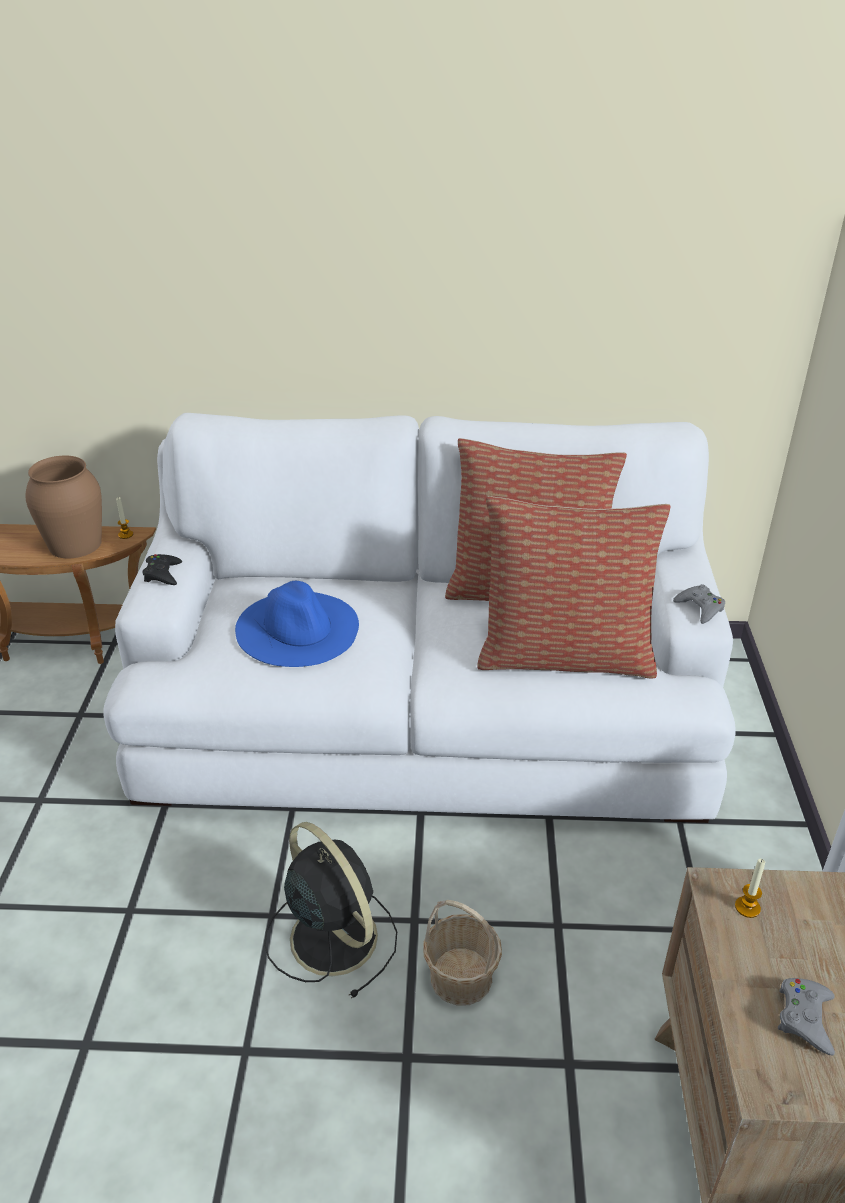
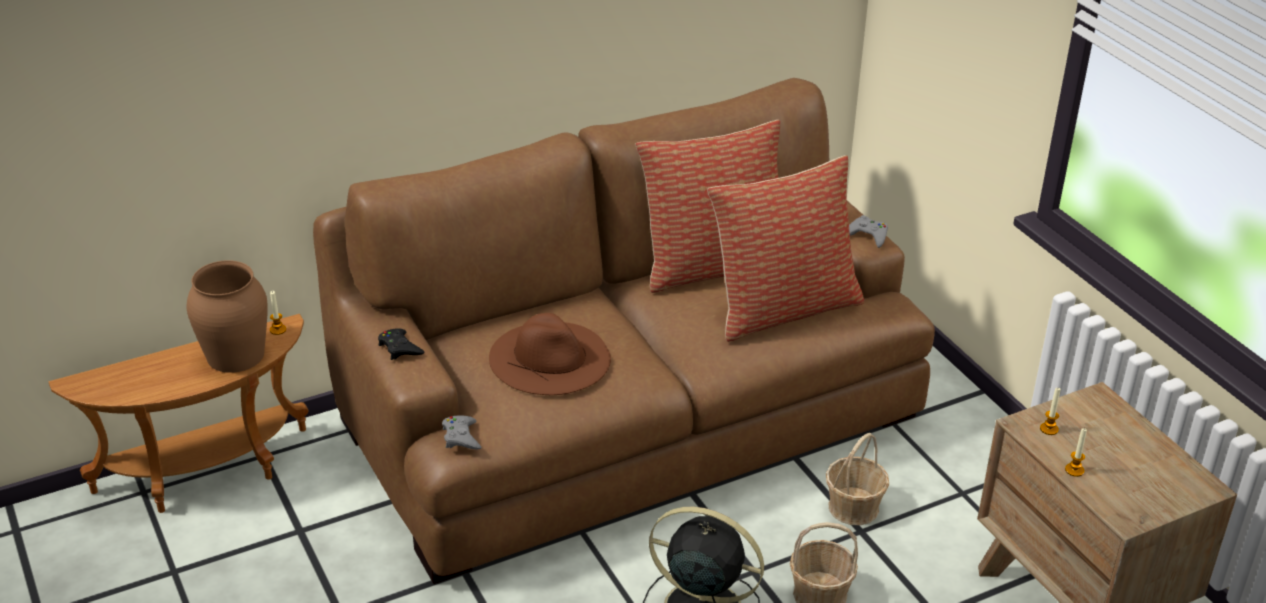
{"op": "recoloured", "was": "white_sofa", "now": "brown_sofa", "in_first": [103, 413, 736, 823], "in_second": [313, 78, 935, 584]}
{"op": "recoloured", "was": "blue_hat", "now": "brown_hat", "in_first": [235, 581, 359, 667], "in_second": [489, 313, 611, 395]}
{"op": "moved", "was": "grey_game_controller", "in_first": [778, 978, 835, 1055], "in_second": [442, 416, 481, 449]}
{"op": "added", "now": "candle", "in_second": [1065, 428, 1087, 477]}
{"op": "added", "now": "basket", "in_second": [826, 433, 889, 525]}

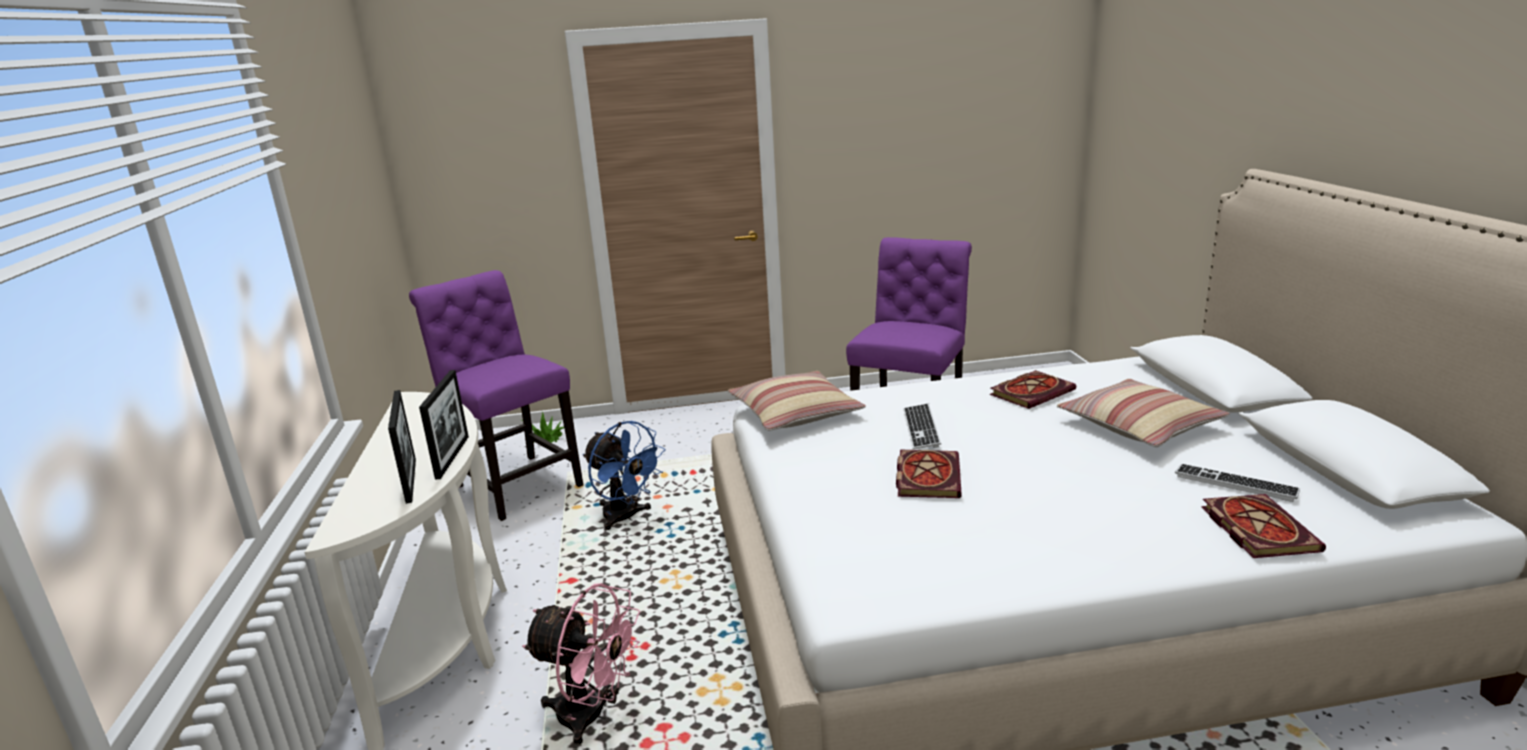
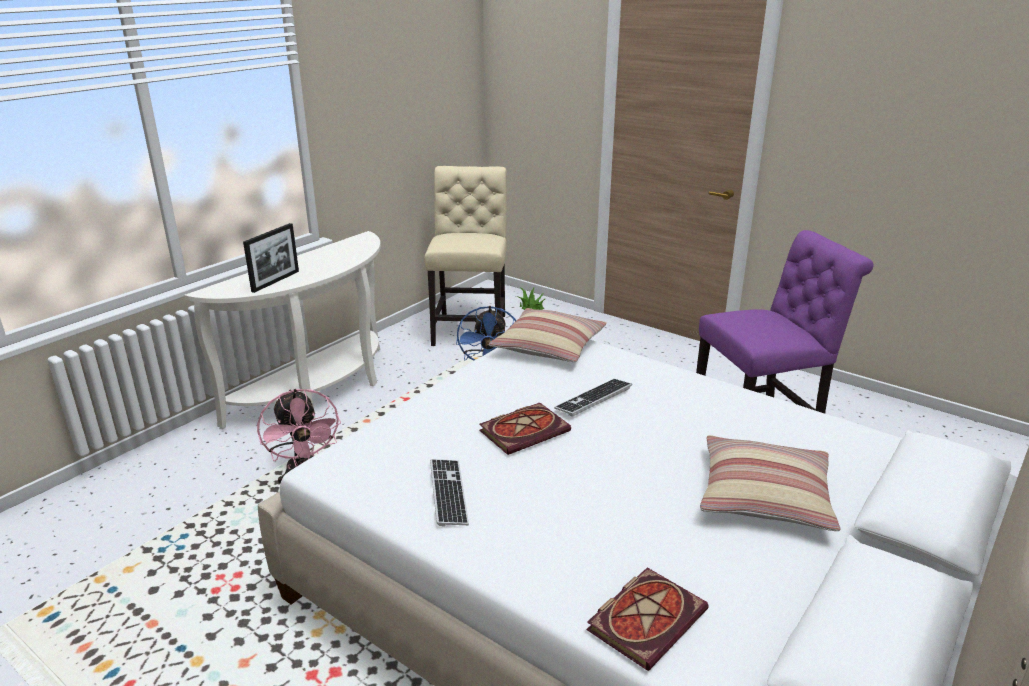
{"op": "recoloured", "was": "purple_chair", "now": "beige_chair", "in_first": [409, 270, 583, 521], "in_second": [425, 166, 507, 346]}
{"op": "removed", "was": "picture_frame", "in_first": [419, 370, 469, 479]}
{"op": "removed", "was": "book", "in_first": [990, 370, 1076, 409]}
{"op": "moved", "was": "keyboard", "in_first": [1175, 464, 1300, 502], "in_second": [430, 459, 469, 526]}

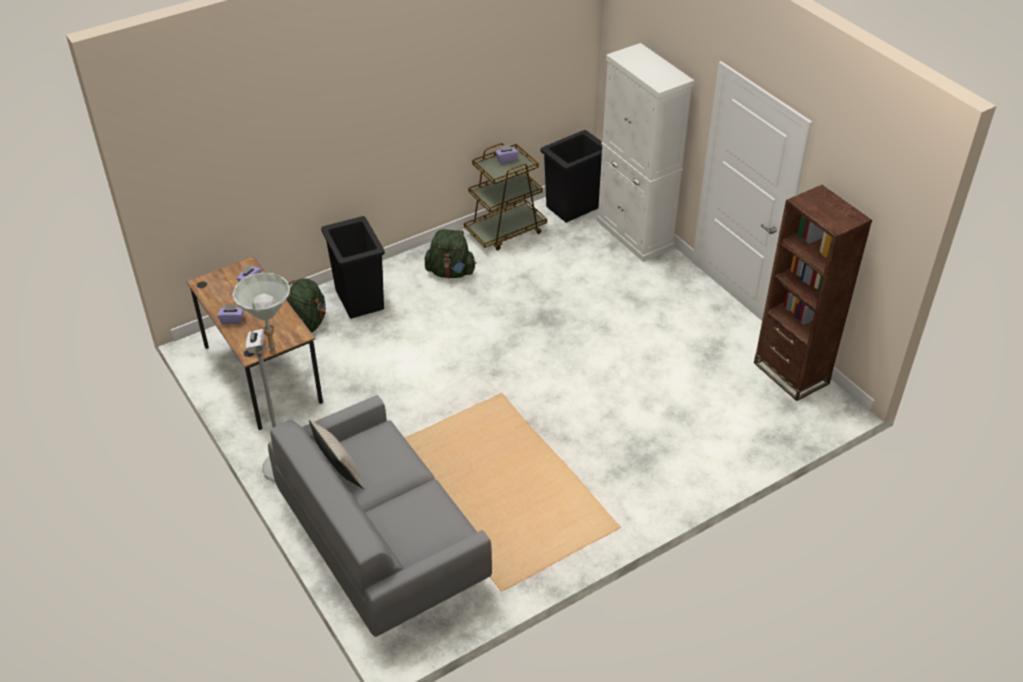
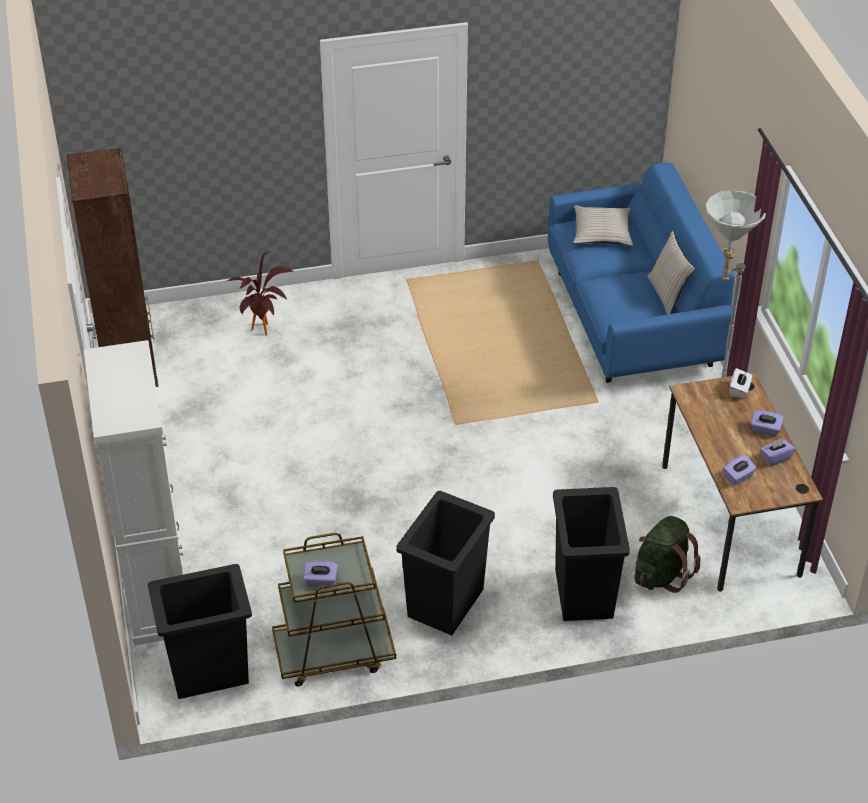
{"op": "replaced", "was": "green_backpack", "now": "black_trash_can", "in_first": [424, 229, 476, 278], "in_second": [396, 491, 495, 635]}
{"op": "recoloured", "was": "grey_sofa", "now": "blue_sofa", "in_first": [268, 395, 492, 637], "in_second": [548, 163, 735, 383]}
{"op": "added", "now": "beige_pillow", "in_second": [573, 205, 633, 246]}
{"op": "added", "now": "potted_plant", "in_second": [227, 252, 294, 336]}
{"op": "added", "now": "purple_tissue_box", "in_second": [760, 438, 795, 466]}

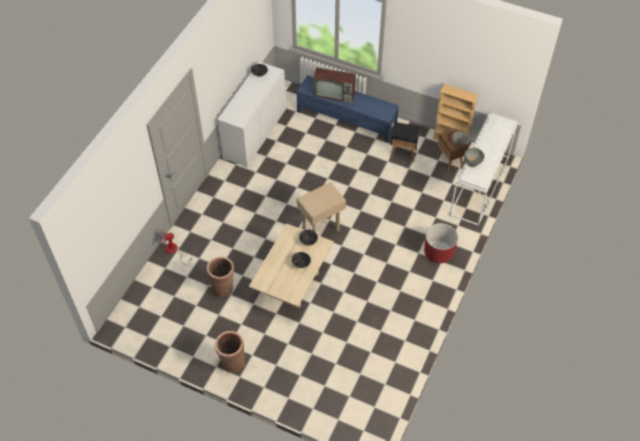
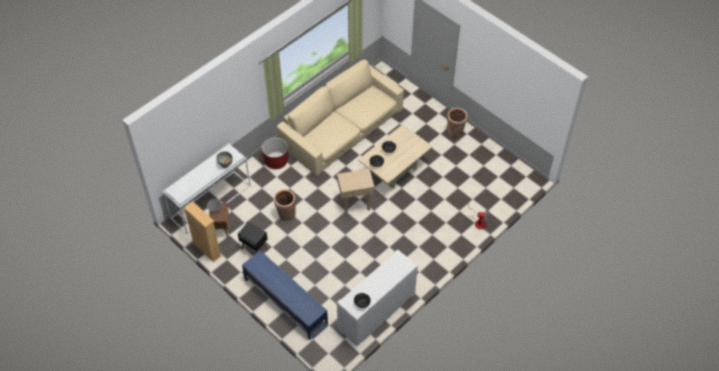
{"op": "removed", "was": "television", "in_first": [313, 67, 356, 103]}
{"op": "moved", "was": "basket", "in_first": [207, 257, 234, 298], "in_second": [274, 189, 296, 221]}
{"op": "added", "now": "beige_sofa", "in_second": [277, 60, 404, 176]}

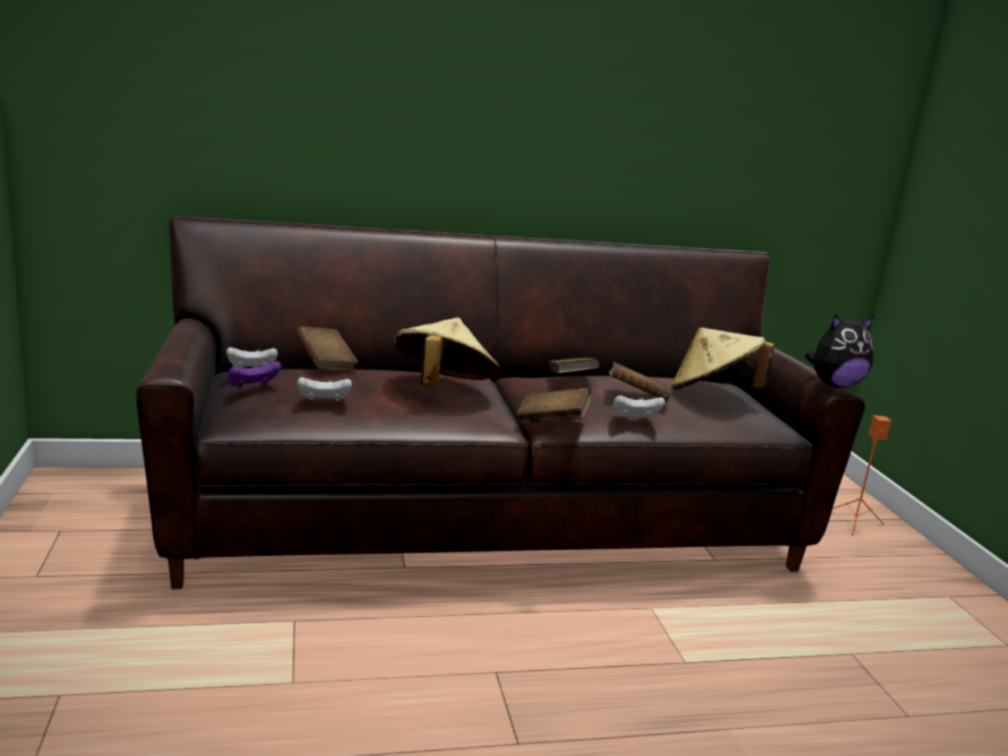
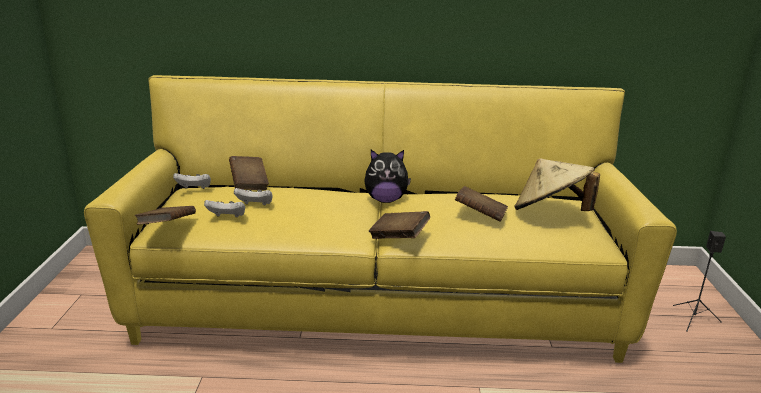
{"op": "recoloured", "was": "brown_sofa", "now": "yellow_sofa", "in_first": [136, 216, 865, 589], "in_second": [84, 75, 677, 363]}
{"op": "moved", "was": "plush_toy", "in_first": [805, 314, 874, 388], "in_second": [364, 150, 411, 203]}
{"op": "removed", "was": "beige_hat", "in_first": [393, 317, 500, 387]}
{"op": "moved", "was": "brown_book", "in_first": [548, 358, 600, 374], "in_second": [135, 206, 196, 225]}
{"op": "removed", "was": "purple_game_controller", "in_first": [228, 361, 281, 388]}
{"op": "moved", "was": "white_game_controller", "in_first": [613, 395, 665, 419], "in_second": [234, 188, 273, 206]}
{"op": "recoloured", "was": "orange_speaker", "now": "black_speaker", "in_first": [833, 415, 891, 536], "in_second": [673, 231, 726, 332]}

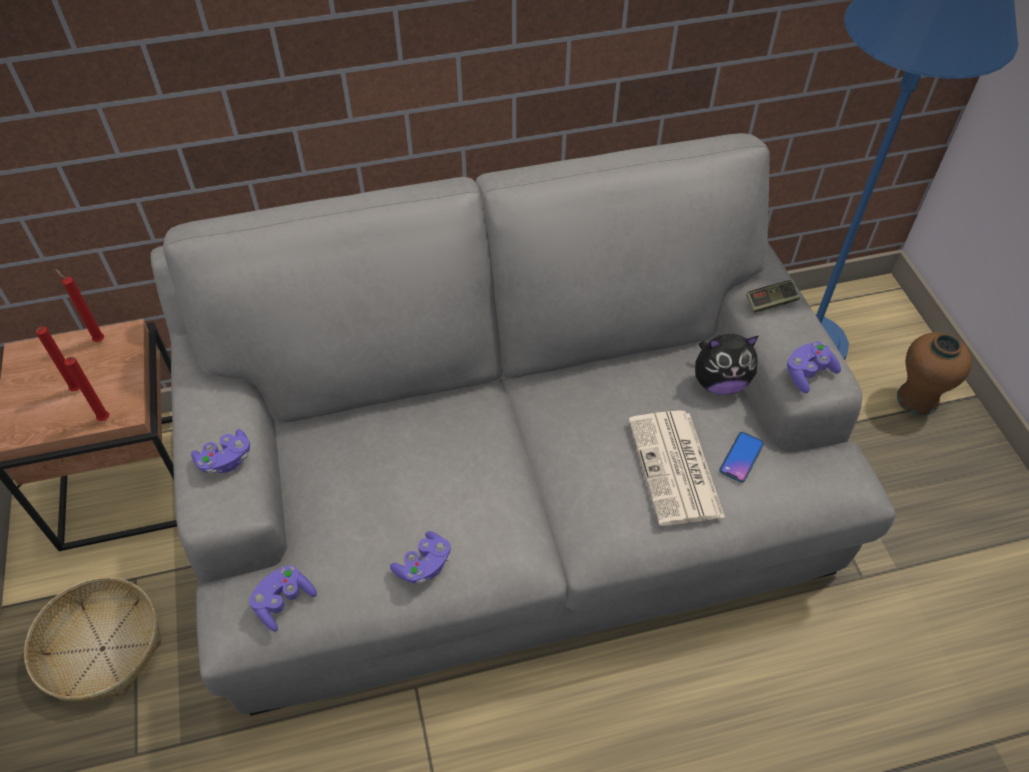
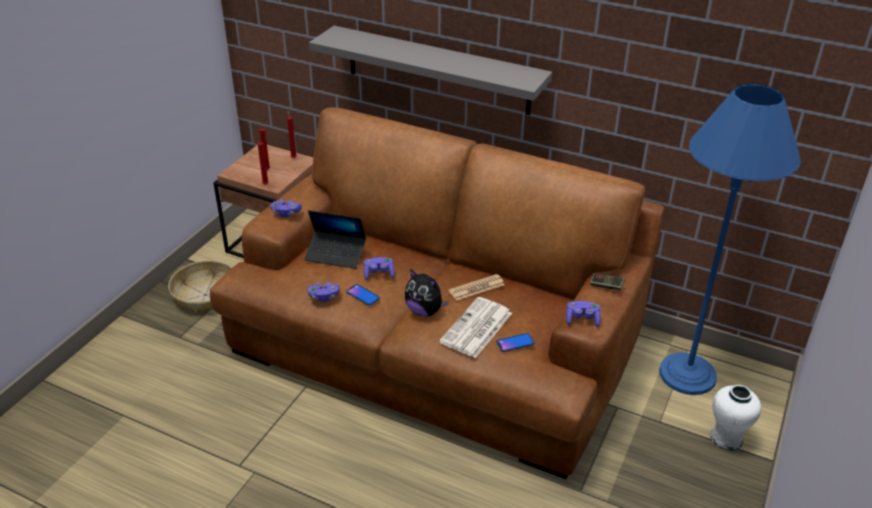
{"op": "recoloured", "was": "grey_sofa", "now": "brown_sofa", "in_first": [150, 133, 896, 716], "in_second": [210, 107, 664, 479]}
{"op": "recoloured", "was": "brown_vase", "now": "white_vase", "in_first": [897, 332, 972, 416], "in_second": [710, 385, 761, 451]}
{"op": "moved", "was": "plush_toy", "in_first": [695, 334, 758, 395], "in_second": [405, 269, 449, 317]}
{"op": "moved", "was": "purple_game_controller", "in_first": [249, 565, 317, 632], "in_second": [364, 257, 395, 280]}
{"op": "added", "now": "grey_shelf", "in_second": [309, 26, 552, 115]}
{"op": "added", "now": "laptop", "in_second": [304, 210, 366, 269]}
{"op": "added", "now": "newspaper", "in_second": [449, 274, 505, 301]}
{"op": "added", "now": "phone", "in_second": [346, 284, 380, 306]}

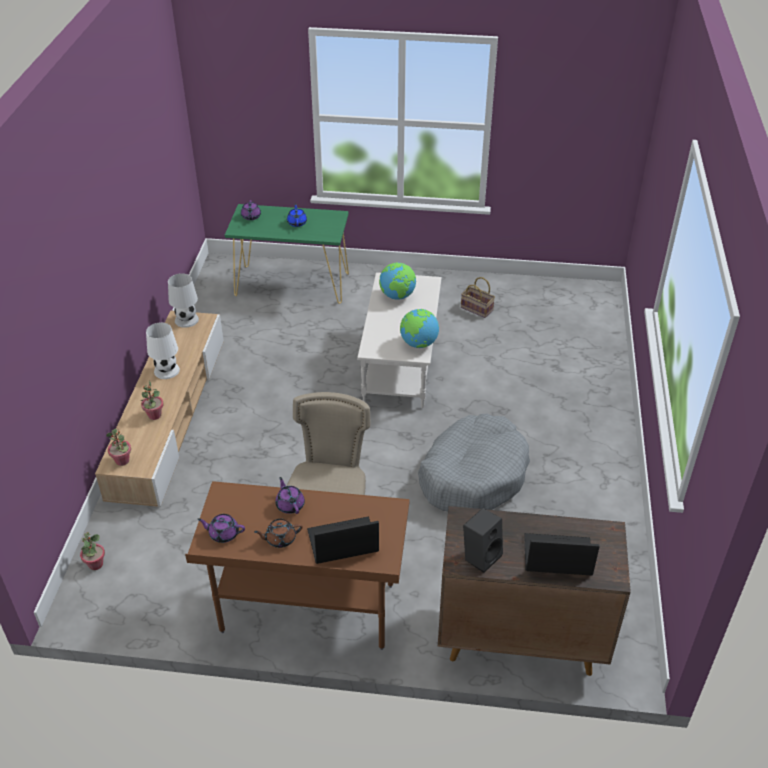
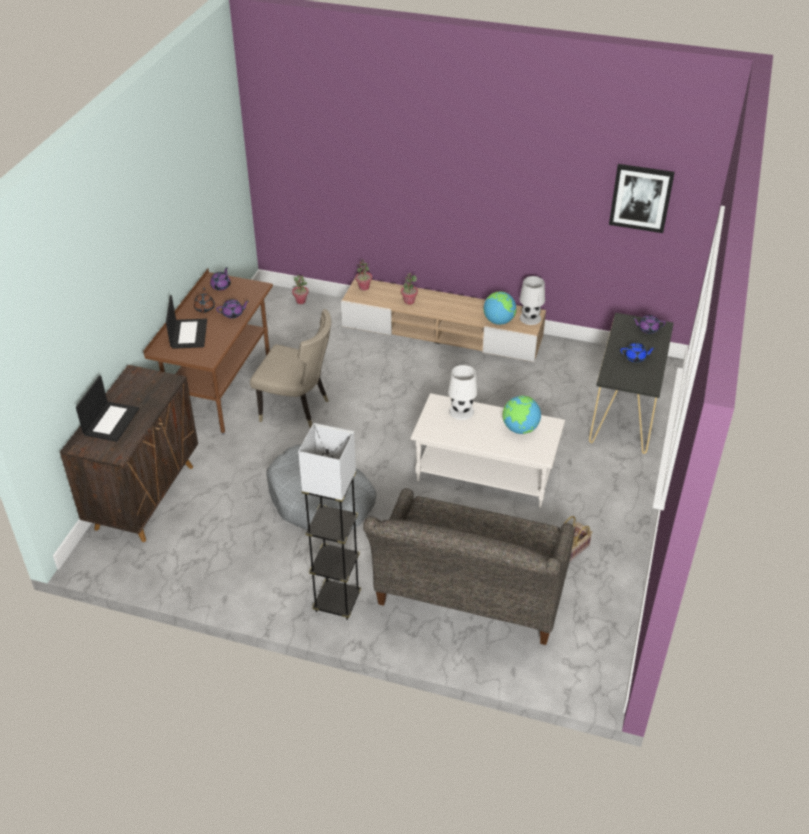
{"op": "recoloured", "was": "green_console_table", "now": "black_console_table", "in_first": [225, 204, 349, 304], "in_second": [589, 313, 674, 454]}
{"op": "moved", "was": "globe", "in_first": [400, 309, 439, 348], "in_second": [483, 292, 517, 325]}
{"op": "moved", "was": "white_table_lamp", "in_first": [146, 322, 180, 379], "in_second": [448, 365, 478, 420]}
{"op": "removed", "was": "black_speaker", "in_first": [463, 508, 503, 573]}
{"op": "added", "now": "picture", "in_second": [609, 164, 675, 233]}
{"op": "added", "now": "grey_floor_lamp", "in_second": [298, 423, 361, 620]}
{"op": "added", "now": "grey_sofa", "in_second": [363, 488, 574, 645]}

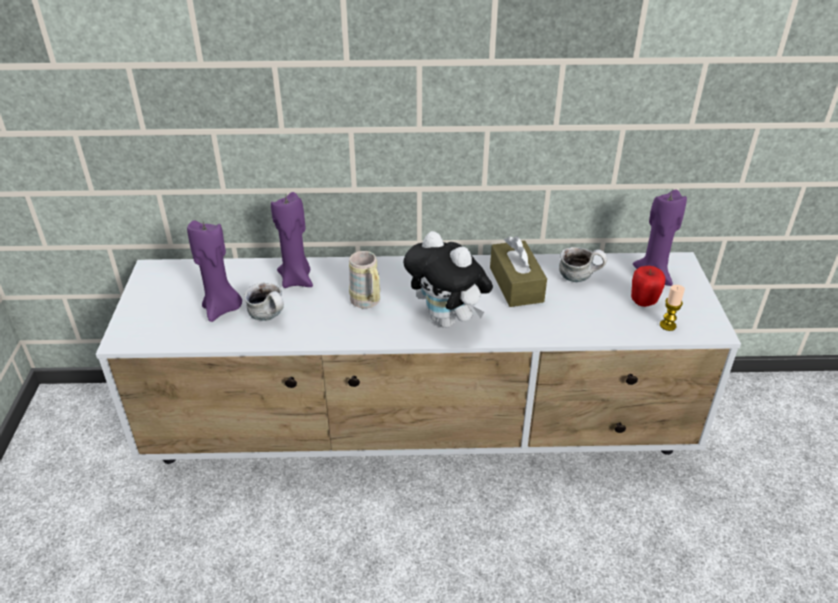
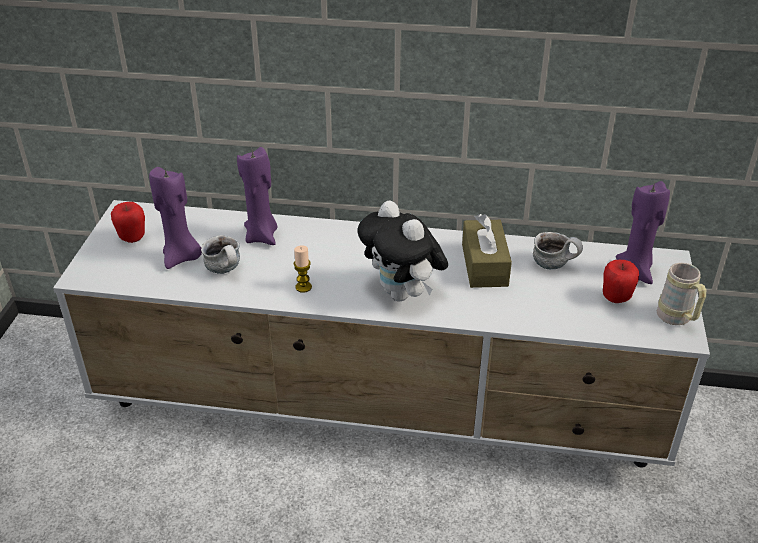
{"op": "moved", "was": "beige_mug", "in_first": [349, 251, 380, 308], "in_second": [657, 263, 706, 325]}
{"op": "moved", "was": "candle", "in_first": [660, 285, 685, 331], "in_second": [294, 245, 312, 293]}
{"op": "added", "now": "apple", "in_second": [111, 202, 145, 243]}

